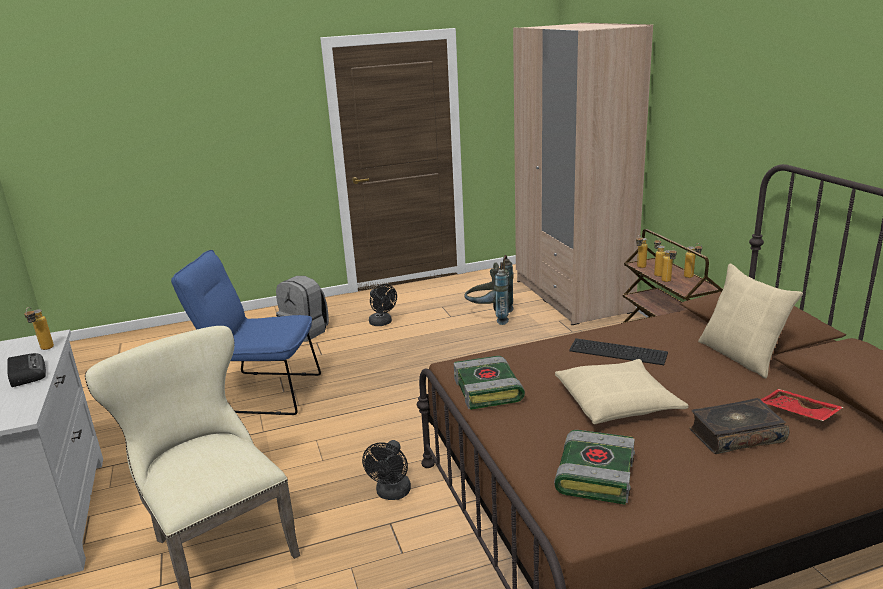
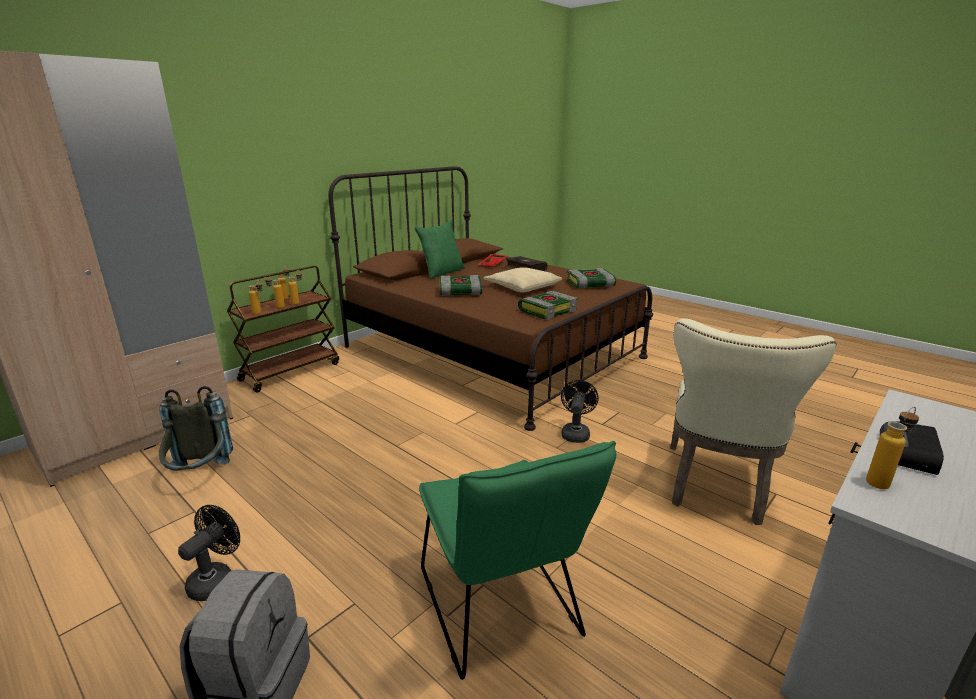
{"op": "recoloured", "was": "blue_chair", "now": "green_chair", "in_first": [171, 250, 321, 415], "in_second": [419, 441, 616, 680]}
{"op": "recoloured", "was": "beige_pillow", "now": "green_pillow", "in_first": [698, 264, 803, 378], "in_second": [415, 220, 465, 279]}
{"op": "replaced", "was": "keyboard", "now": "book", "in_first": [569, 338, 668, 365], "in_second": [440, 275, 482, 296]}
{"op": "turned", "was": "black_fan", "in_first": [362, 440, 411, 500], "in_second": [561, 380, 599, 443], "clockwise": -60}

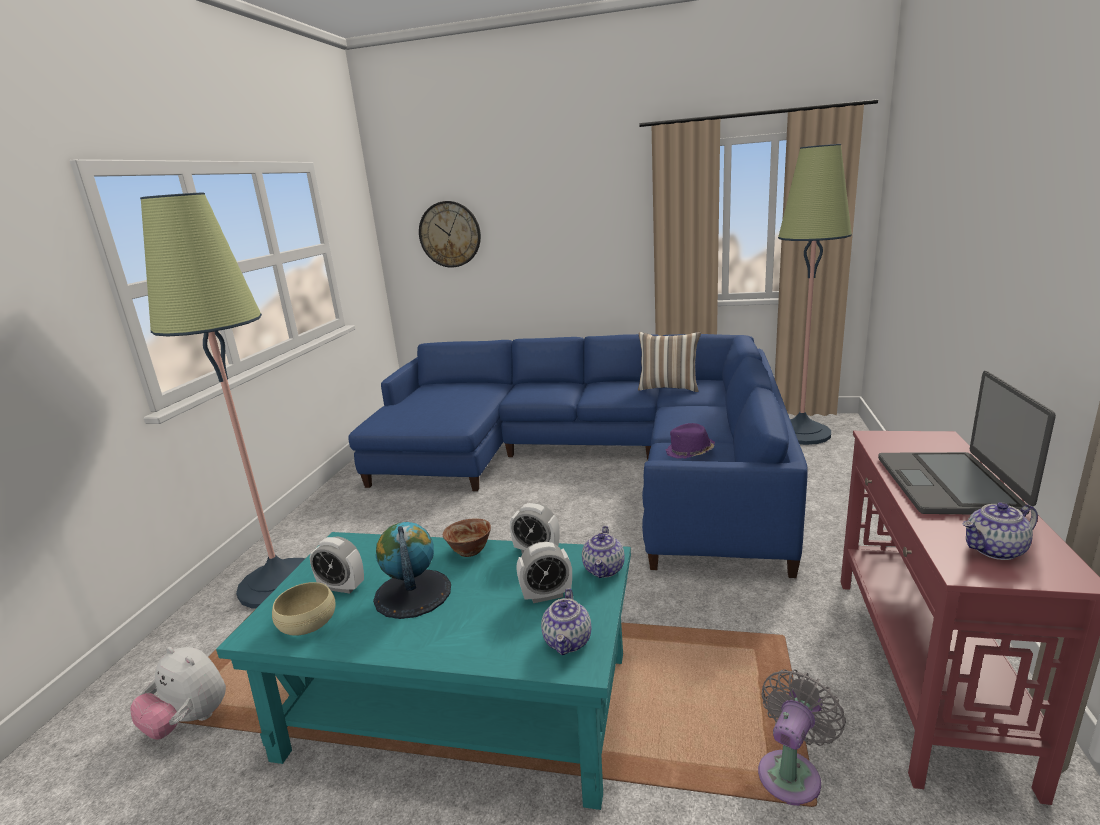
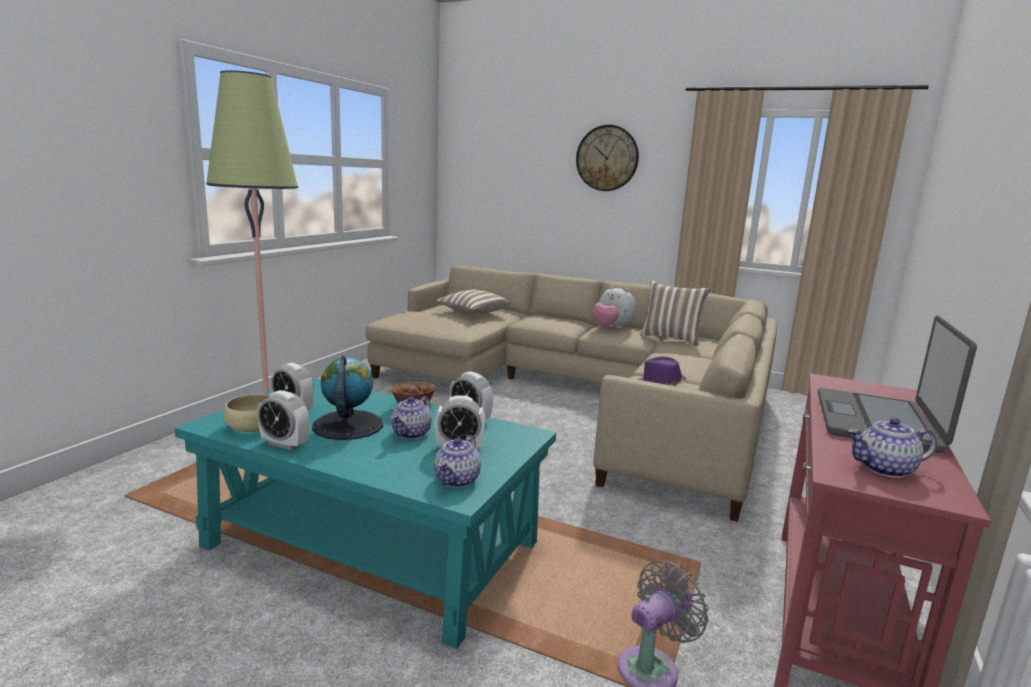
{"op": "removed", "was": "floor_lamp", "in_first": [778, 144, 852, 445]}
{"op": "moved", "was": "wall_clock", "in_first": [419, 201, 481, 268], "in_second": [576, 125, 639, 191]}
{"op": "recoloured", "was": "blue_sofa", "now": "beige_sofa", "in_first": [348, 334, 808, 578], "in_second": [365, 266, 777, 522]}
{"op": "moved", "was": "teapot", "in_first": [582, 526, 625, 578], "in_second": [391, 396, 432, 439]}
{"op": "moved", "was": "plush_toy", "in_first": [130, 647, 226, 740], "in_second": [593, 285, 636, 329]}
{"op": "added", "now": "pillow", "in_second": [436, 289, 511, 314]}
{"op": "added", "now": "alarm_clock", "in_second": [258, 390, 309, 451]}

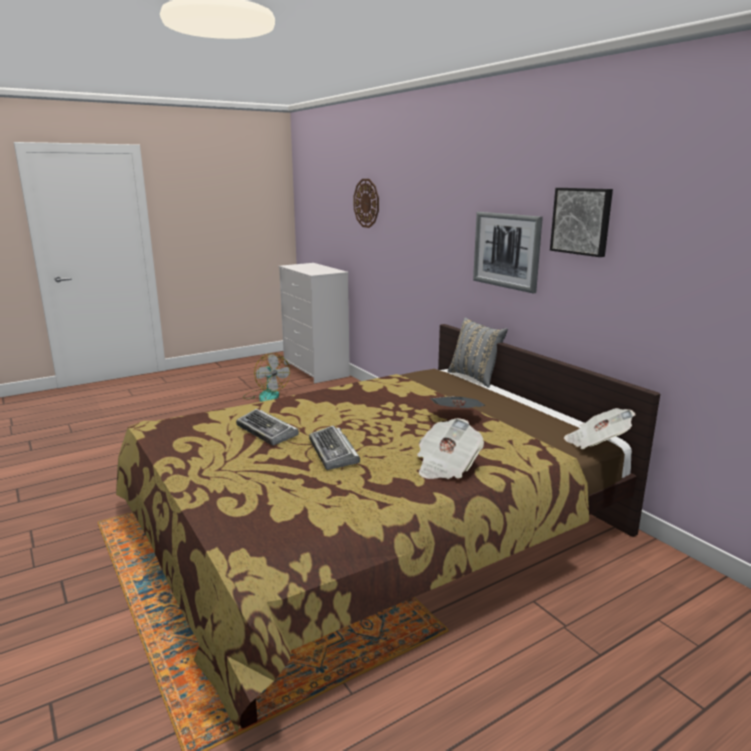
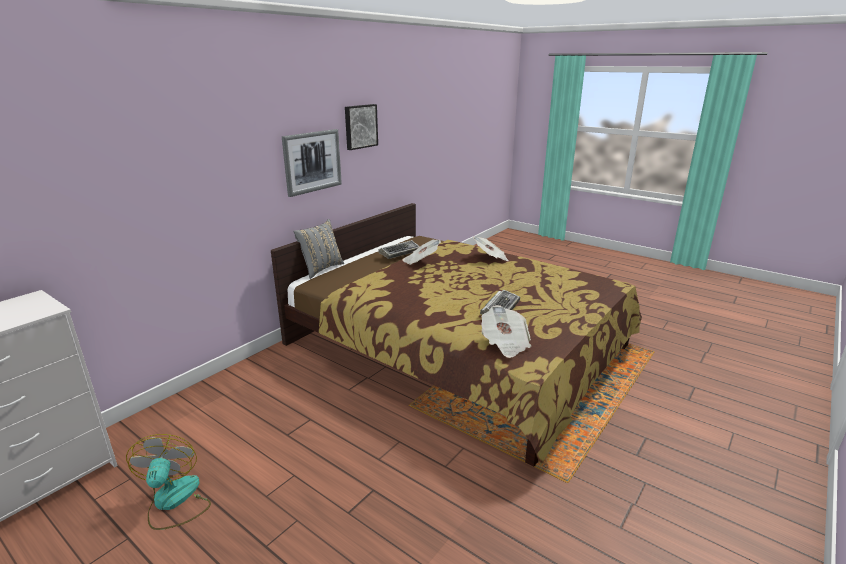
{"op": "removed", "was": "wall_clock", "in_first": [354, 179, 379, 228]}
{"op": "turned", "was": "fan", "in_first": [243, 353, 290, 402], "in_second": [126, 434, 211, 530], "clockwise": -45}
{"op": "moved", "was": "newspaper", "in_first": [564, 408, 636, 449], "in_second": [481, 305, 531, 358]}
{"op": "moved", "was": "keyboard", "in_first": [309, 426, 360, 470], "in_second": [378, 240, 420, 259]}

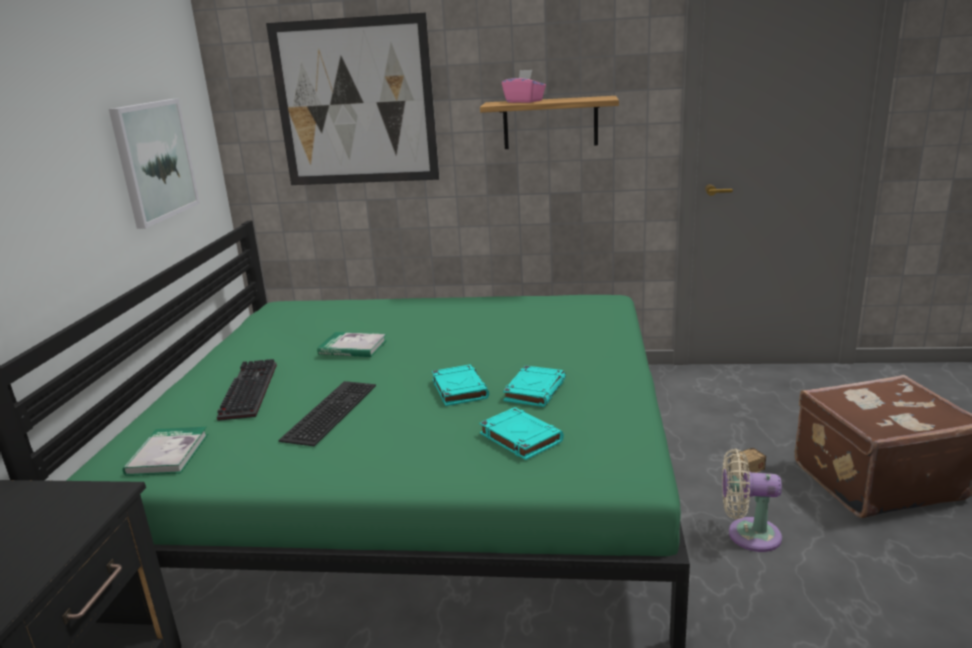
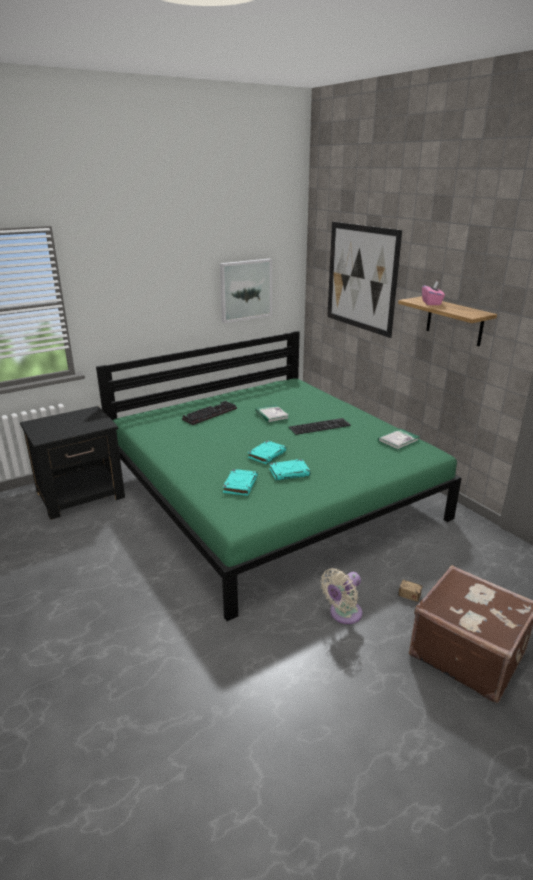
{"op": "moved", "was": "keyboard", "in_first": [278, 381, 376, 447], "in_second": [289, 418, 351, 435]}
{"op": "moved", "was": "book", "in_first": [123, 427, 208, 476], "in_second": [378, 428, 420, 450]}
{"op": "turned", "was": "beige_fan", "in_first": [722, 449, 782, 552], "in_second": [321, 568, 362, 624], "clockwise": -105}

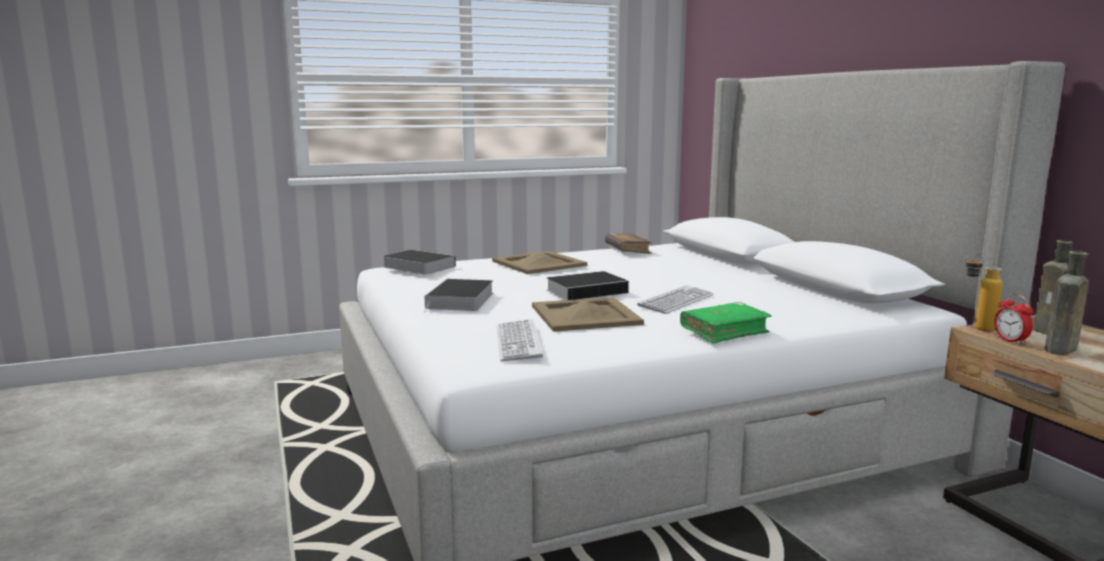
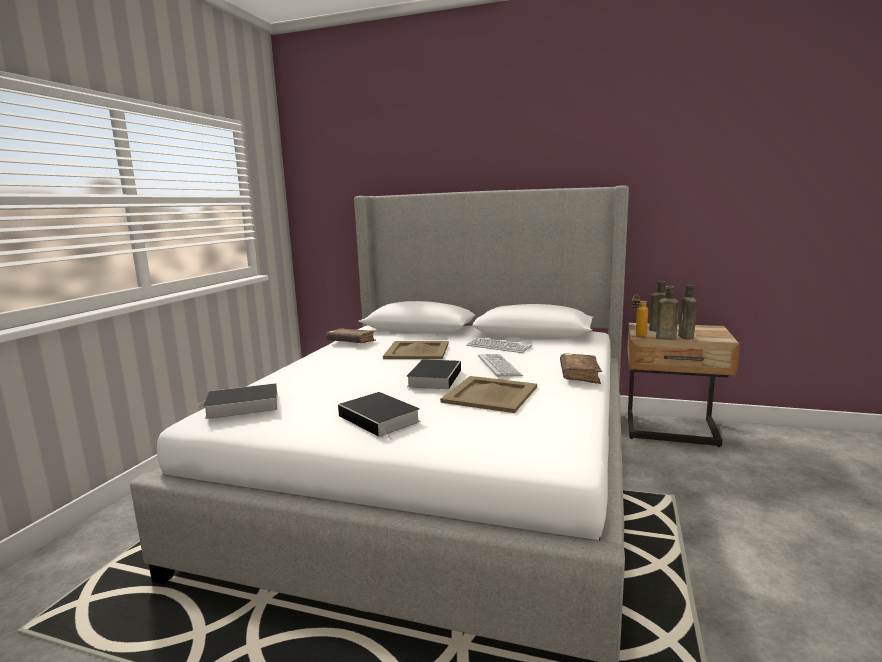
{"op": "moved", "was": "beige_tray", "in_first": [492, 251, 587, 274], "in_second": [383, 341, 449, 359]}
{"op": "replaced", "was": "alarm_clock", "now": "brown_bottle", "in_first": [994, 294, 1033, 345], "in_second": [656, 286, 679, 340]}
{"op": "recoloured", "was": "green_book", "now": "brown_book", "in_first": [680, 302, 771, 344], "in_second": [560, 353, 602, 384]}
{"op": "moved", "was": "keyboard", "in_first": [496, 320, 543, 362], "in_second": [467, 337, 532, 353]}

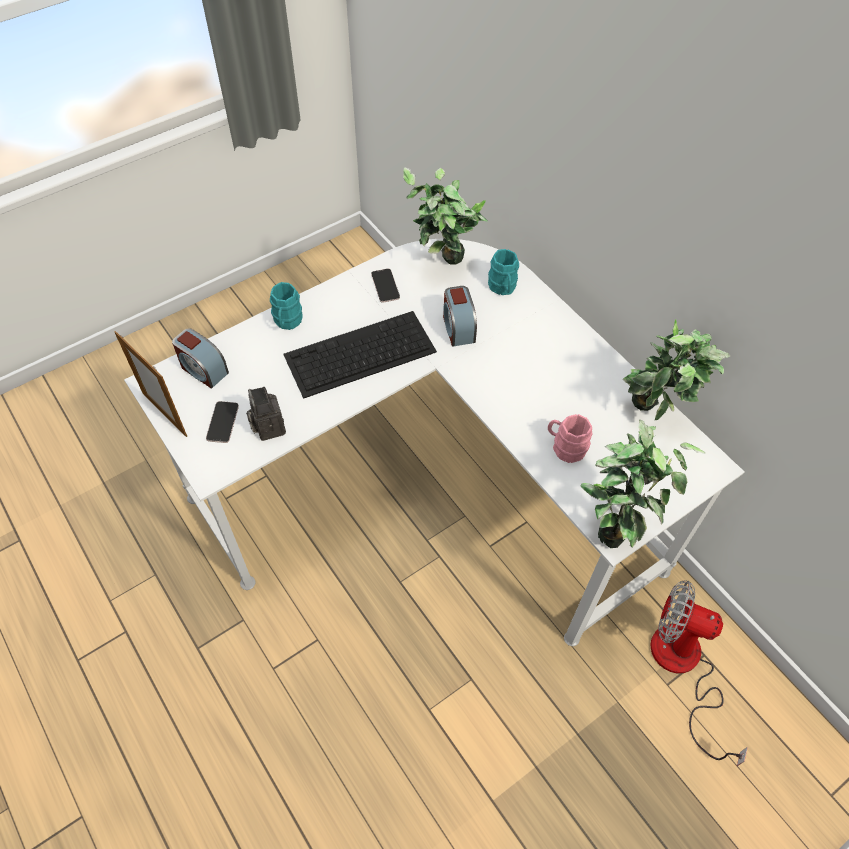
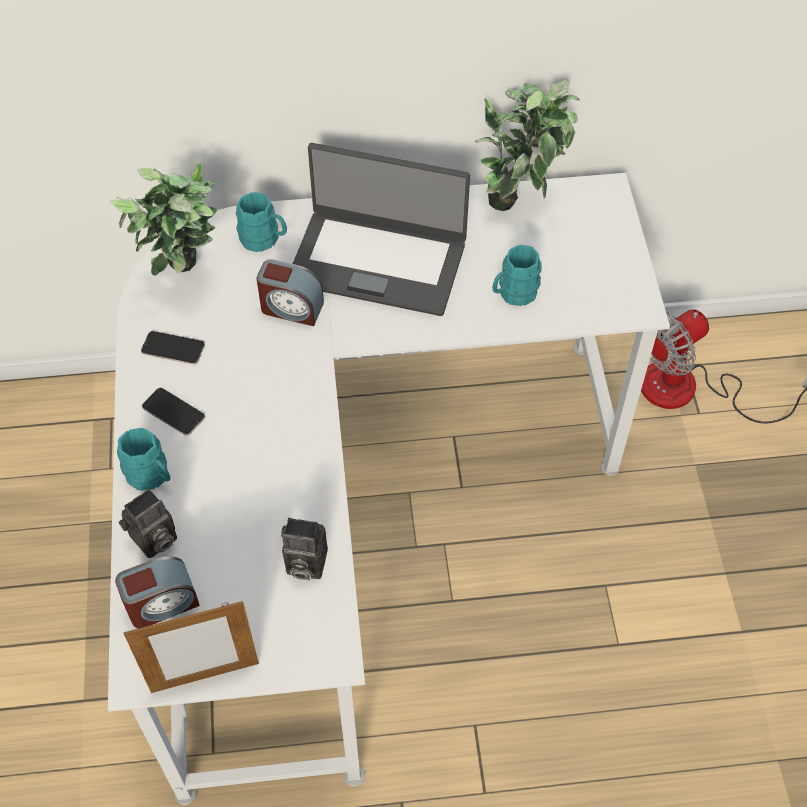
{"op": "removed", "was": "keyboard", "in_first": [283, 311, 437, 399]}
{"op": "moved", "was": "phone", "in_first": [206, 401, 239, 443], "in_second": [142, 387, 205, 436]}
{"op": "recoloured", "was": "pink_mug", "now": "turquoise_mug", "in_first": [548, 414, 592, 463], "in_second": [492, 245, 542, 306]}
{"op": "removed", "was": "potted_plant", "in_first": [580, 419, 705, 548]}
{"op": "added", "now": "laptop", "in_second": [293, 143, 470, 316]}
{"op": "added", "now": "photo_camera", "in_second": [118, 489, 177, 559]}

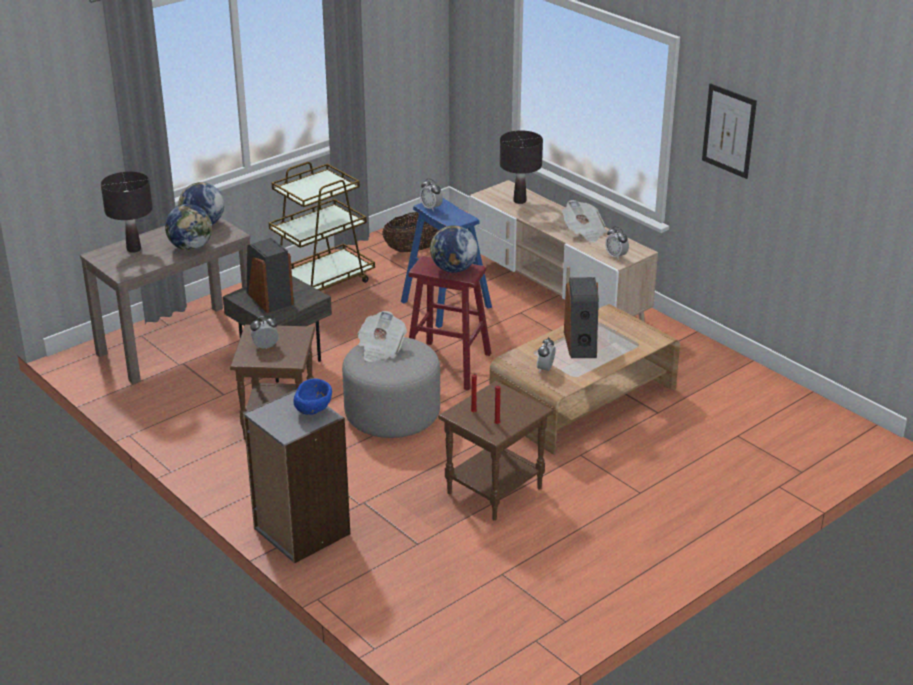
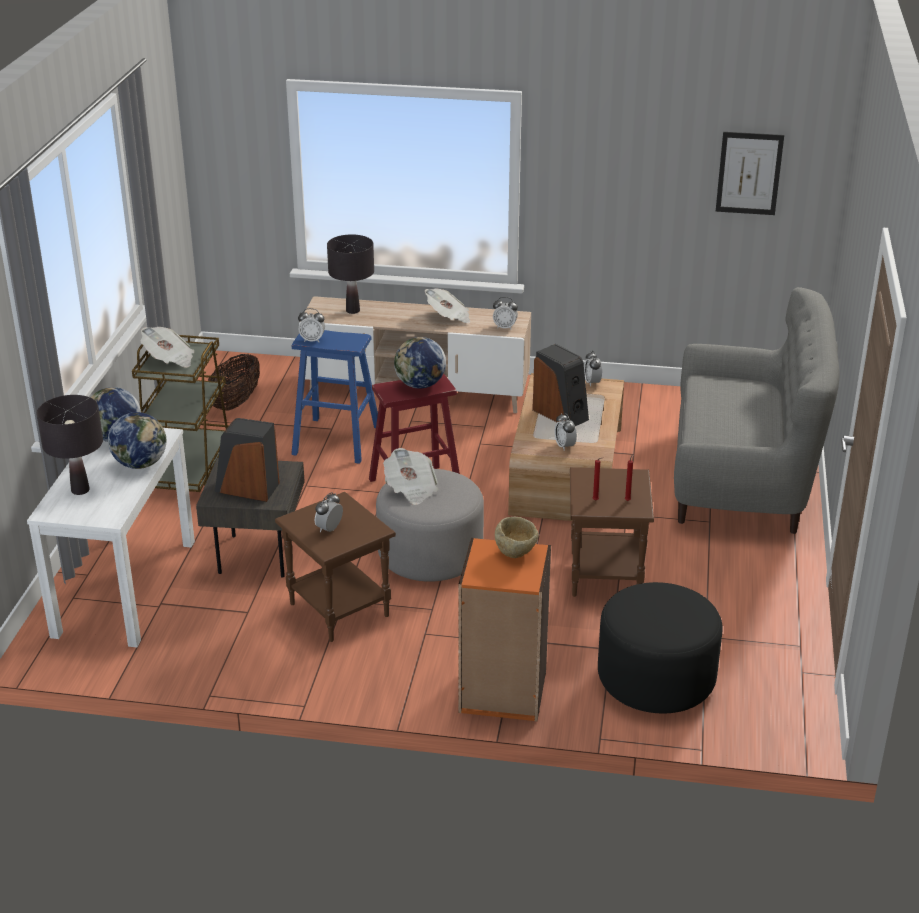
{"op": "moved", "was": "picture", "in_first": [702, 83, 757, 179], "in_second": [716, 132, 784, 215]}
{"op": "recoloured", "was": "brown_console_table", "now": "white_console_table", "in_first": [80, 217, 250, 384], "in_second": [27, 428, 195, 647]}
{"op": "recoloured", "was": "blue_bowl", "now": "beige_bowl", "in_first": [293, 378, 332, 415], "in_second": [495, 517, 539, 558]}
{"op": "recoloured", "was": "grey_bookcase", "now": "orange_bookcase", "in_first": [243, 389, 350, 564], "in_second": [458, 538, 551, 722]}
{"op": "added", "now": "grey_sofa", "in_second": [674, 287, 840, 534]}
{"op": "added", "now": "newspaper", "in_second": [141, 327, 194, 368]}
{"op": "added", "now": "alarm_clock", "in_second": [584, 351, 602, 387]}
{"op": "added", "now": "black_ottoman", "in_second": [598, 582, 723, 713]}

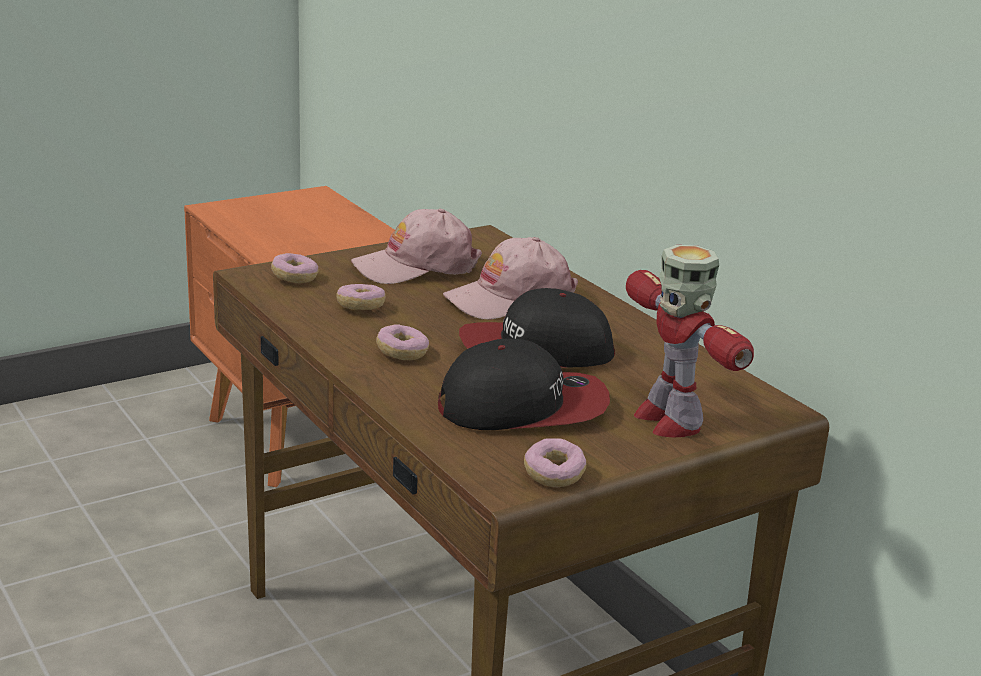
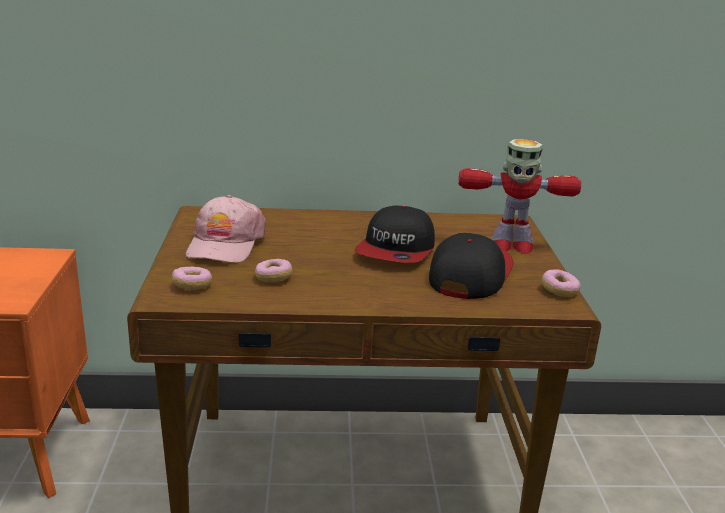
{"op": "removed", "was": "pink_cap", "in_first": [443, 237, 578, 320]}
{"op": "removed", "was": "donut", "in_first": [376, 324, 429, 360]}

